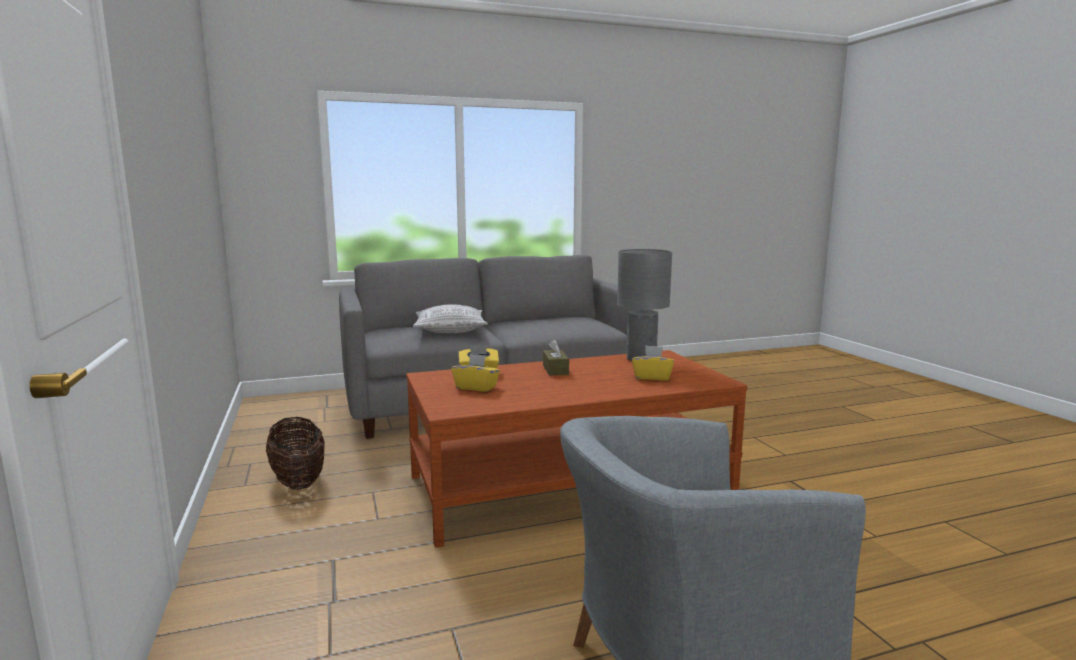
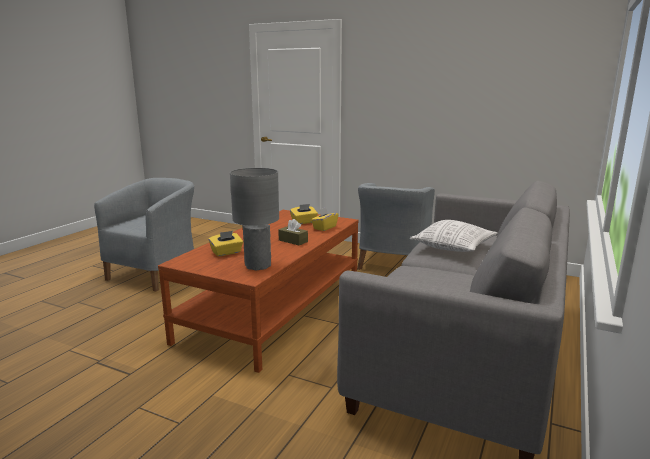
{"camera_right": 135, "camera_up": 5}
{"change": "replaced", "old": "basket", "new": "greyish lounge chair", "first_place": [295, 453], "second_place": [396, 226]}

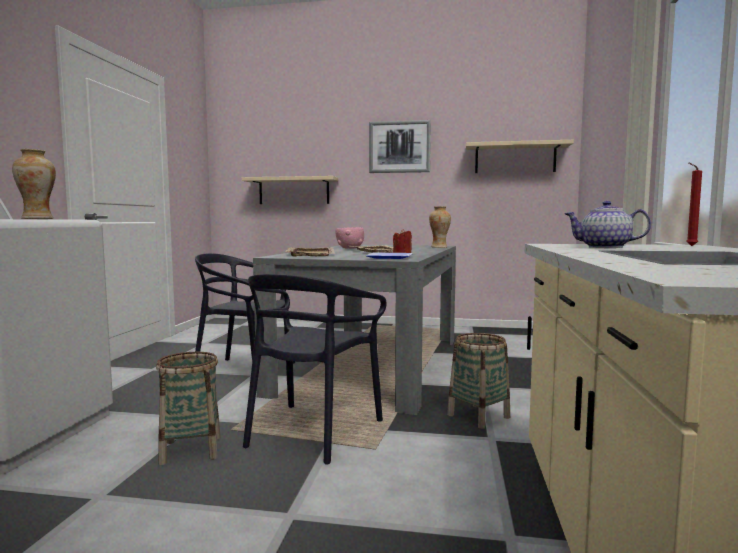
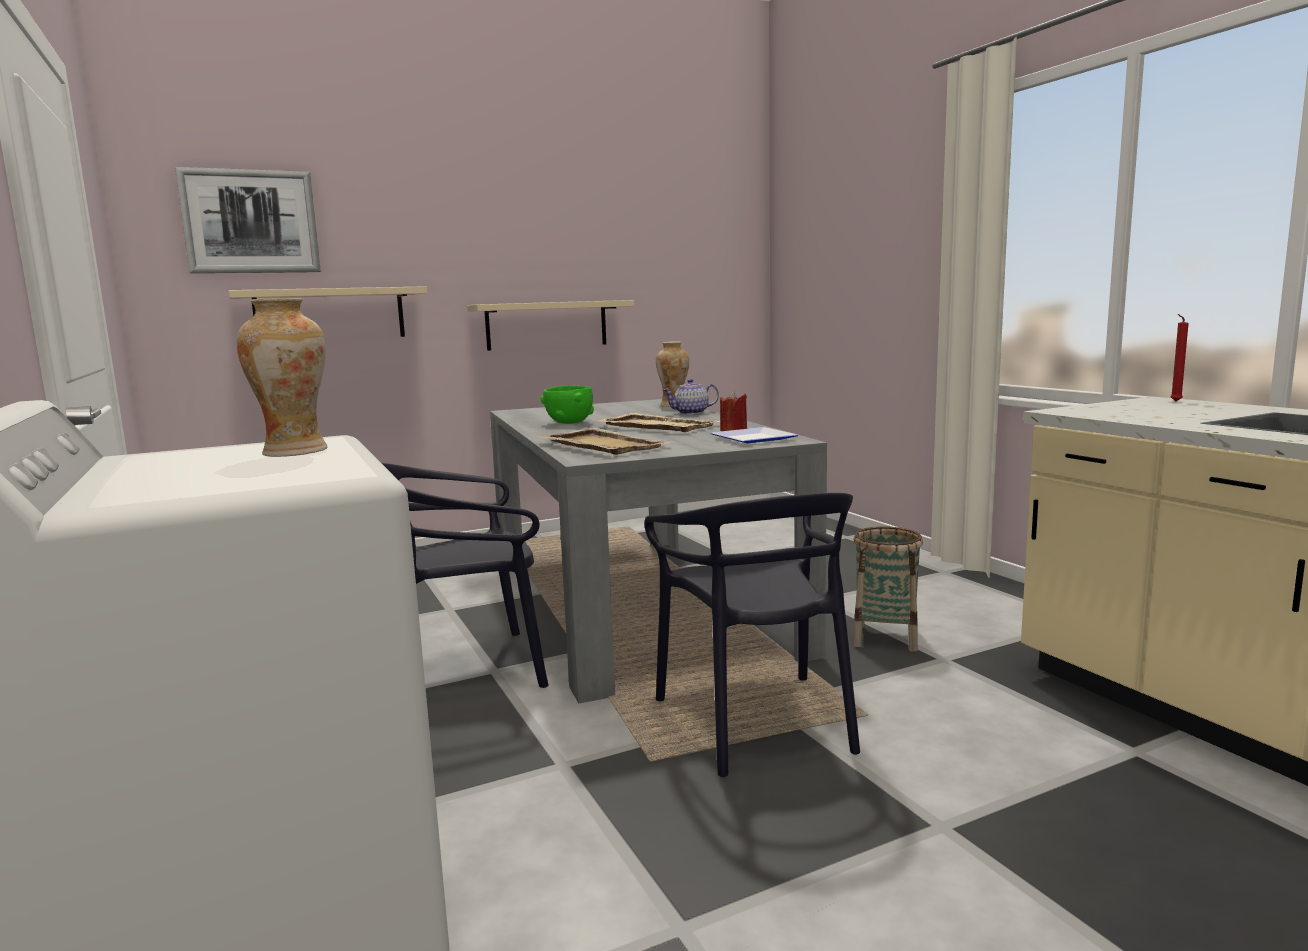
{"camera_right": -35, "camera_up": 5}
{"change": "removed", "old": "basket", "first_place": [188, 408]}
{"change": "moved", "old": "wall picture", "first_place": [400, 146], "second_place": [248, 220]}
{"change": "moved", "old": "beige-coloured shelf", "first_place": [519, 156], "second_place": [550, 325]}
{"change": "moved", "old": "pot for tea", "first_place": [608, 224], "second_place": [691, 396]}
{"change": "recoloured", "old": "pinkish serving bowl", "new": "greenish serving bowl", "first_place": [349, 238], "second_place": [567, 404]}

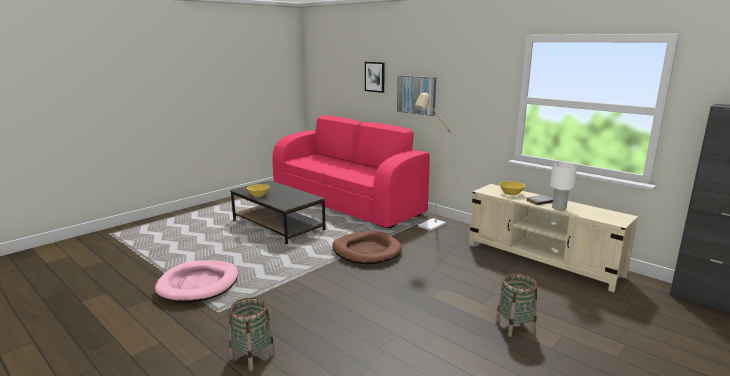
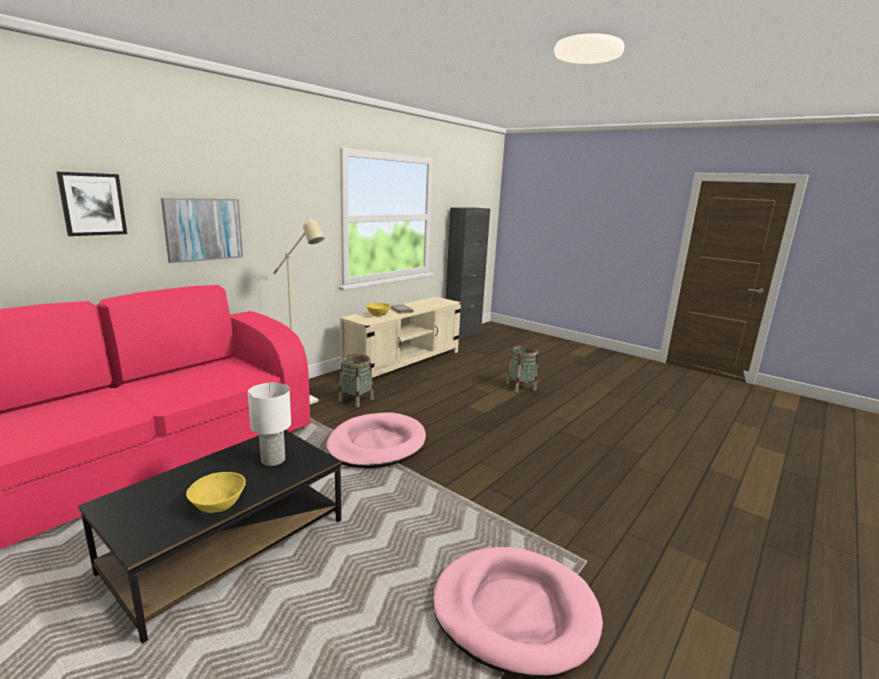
{"camera_right": -95, "camera_up": 0}
{"change": "moved", "old": "basket", "first_place": [252, 334], "second_place": [356, 381]}
{"change": "moved", "old": "whitish tabletop lamp", "first_place": [563, 187], "second_place": [269, 424]}
{"change": "recoloured", "old": "brown dog cushion", "new": "pinkish dog cushion", "first_place": [367, 247], "second_place": [376, 440]}

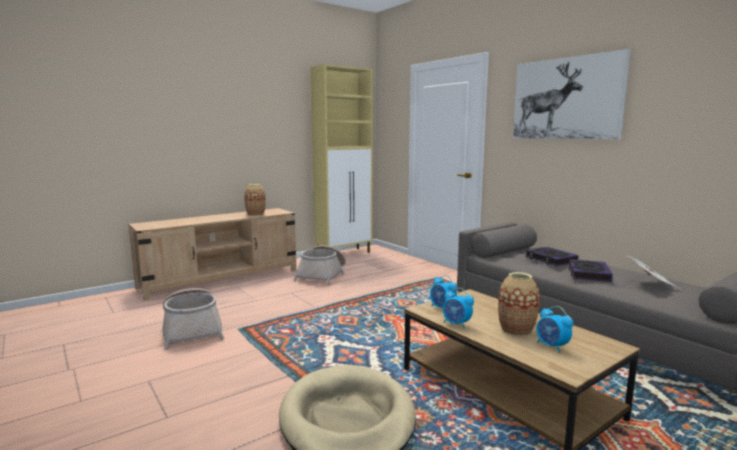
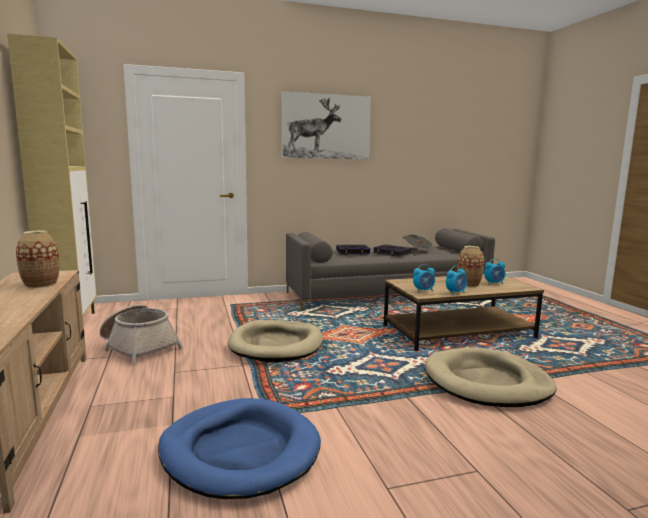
{"camera_right": -70, "camera_up": 0}
{"change": "added", "new": "beige-coloured dog cushion", "second_place": [275, 341]}
{"change": "replaced", "old": "basket", "new": "bluish dog cushion", "first_place": [193, 319], "second_place": [239, 448]}

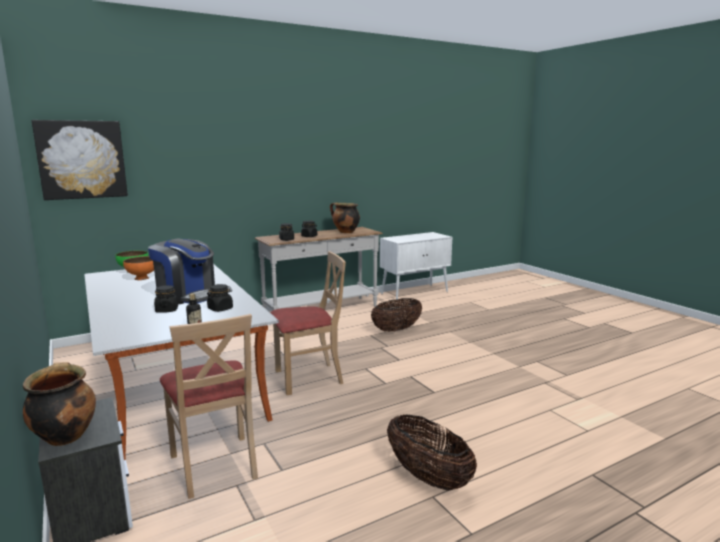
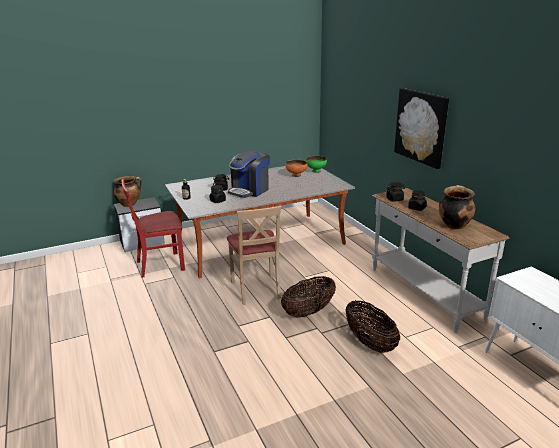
{"camera_right": 95, "camera_up": 10}
{"change": "moved", "old": "wall picture", "first_place": [80, 160], "second_place": [421, 128]}
{"change": "moved", "old": "basket", "first_place": [432, 453], "second_place": [308, 297]}
{"change": "recoloured", "old": "beige-coloured plain chair", "new": "red plain chair", "first_place": [209, 406], "second_place": [153, 228]}

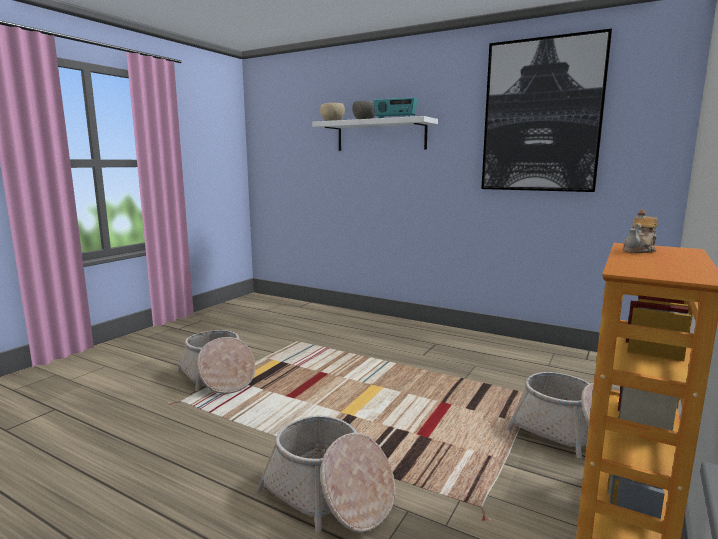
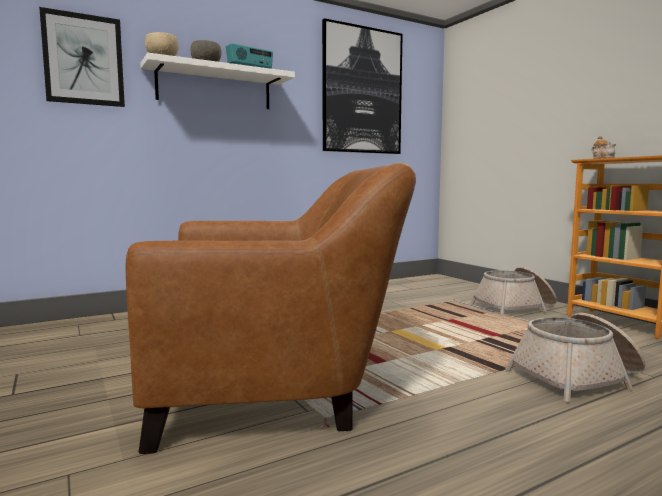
{"camera_right": -60, "camera_up": -5}
{"change": "added", "new": "wall picture", "second_place": [82, 57]}
{"change": "replaced", "old": "basket", "new": "brown lounge chair", "first_place": [216, 362], "second_place": [271, 308]}

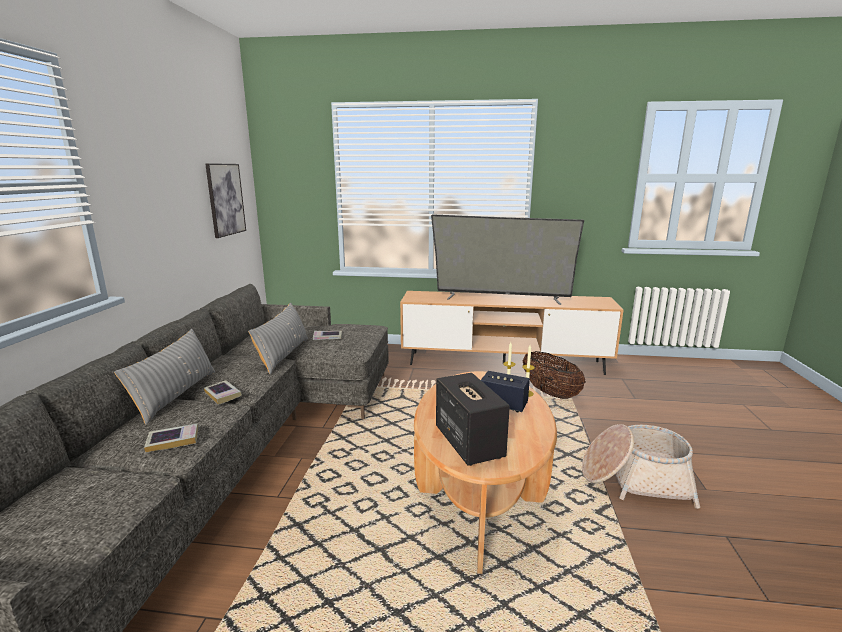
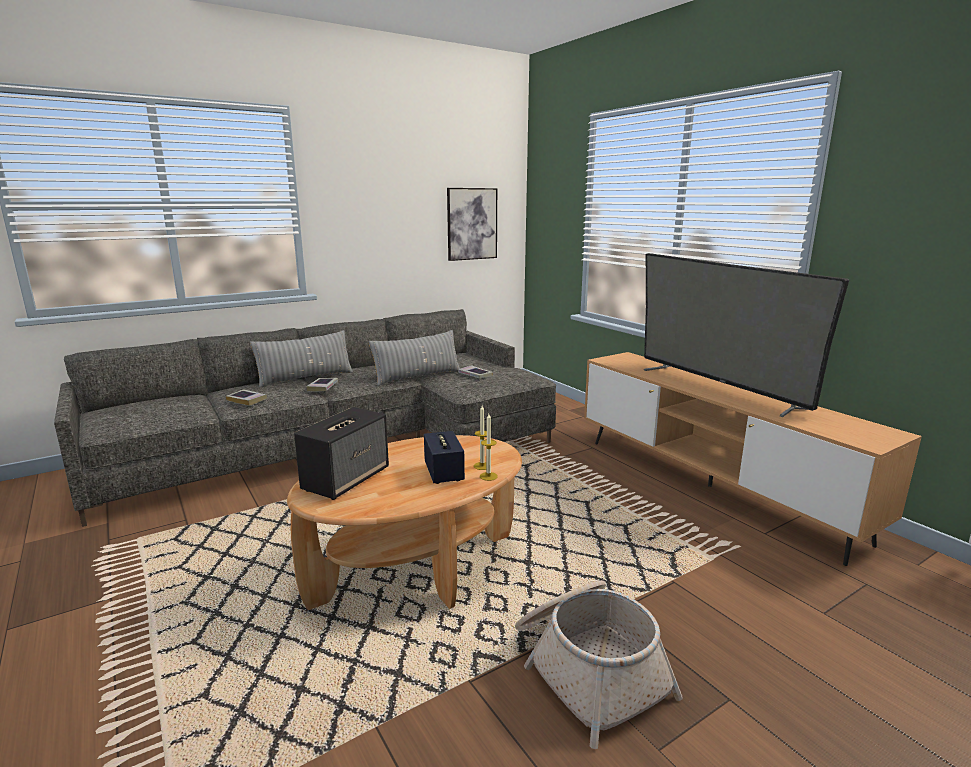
{"camera_right": 50, "camera_up": 0}
{"change": "removed", "old": "basket", "first_place": [554, 375]}

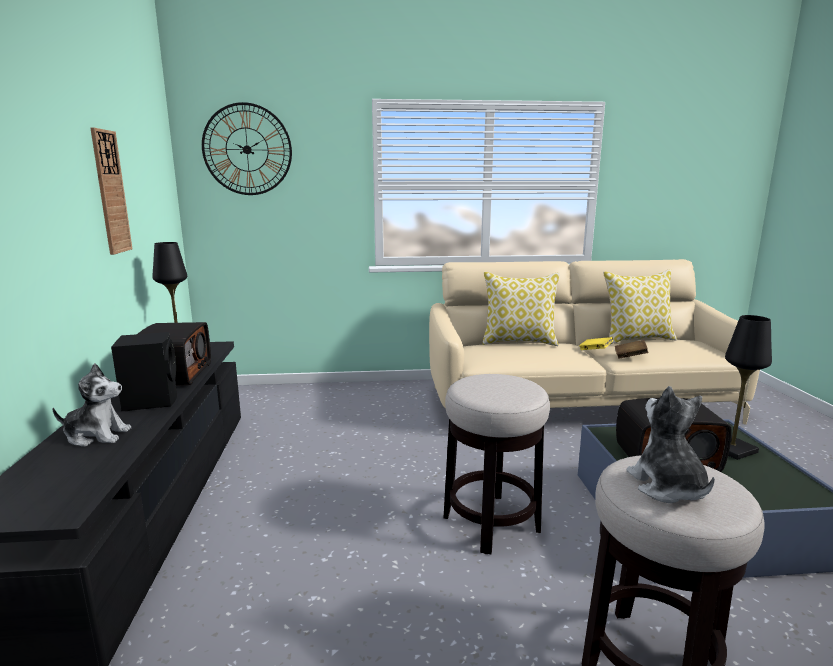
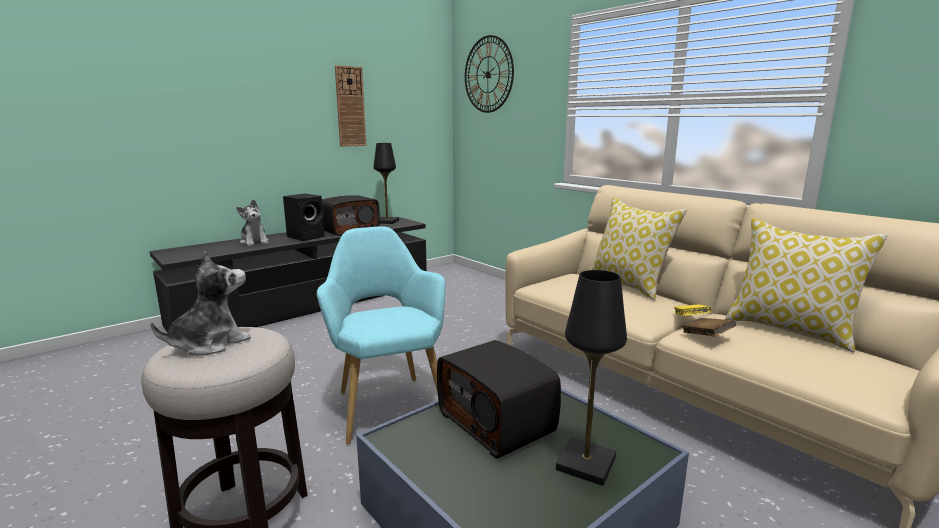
{"camera_right": 55, "camera_up": 0}
{"change": "replaced", "old": "stool seat", "new": "turquoise-coloured lounge chair", "first_place": [497, 464], "second_place": [381, 335]}

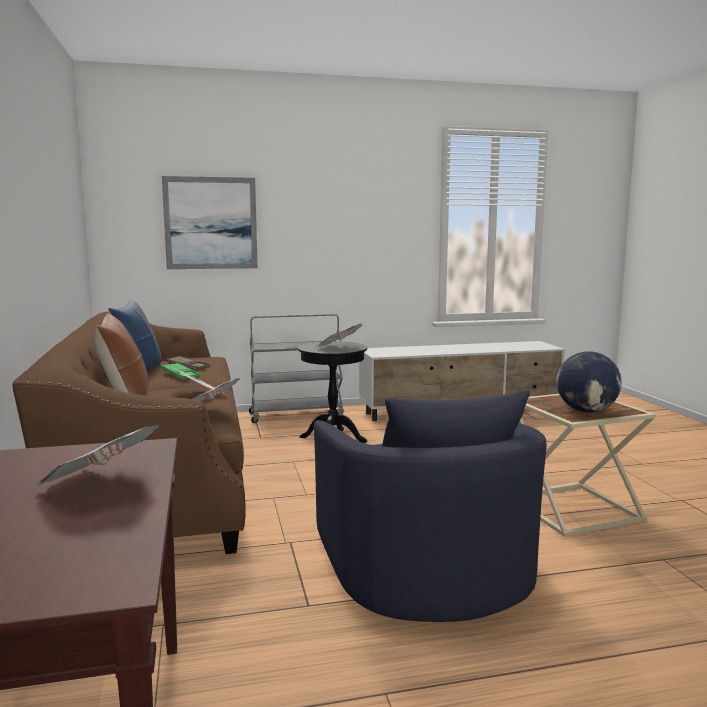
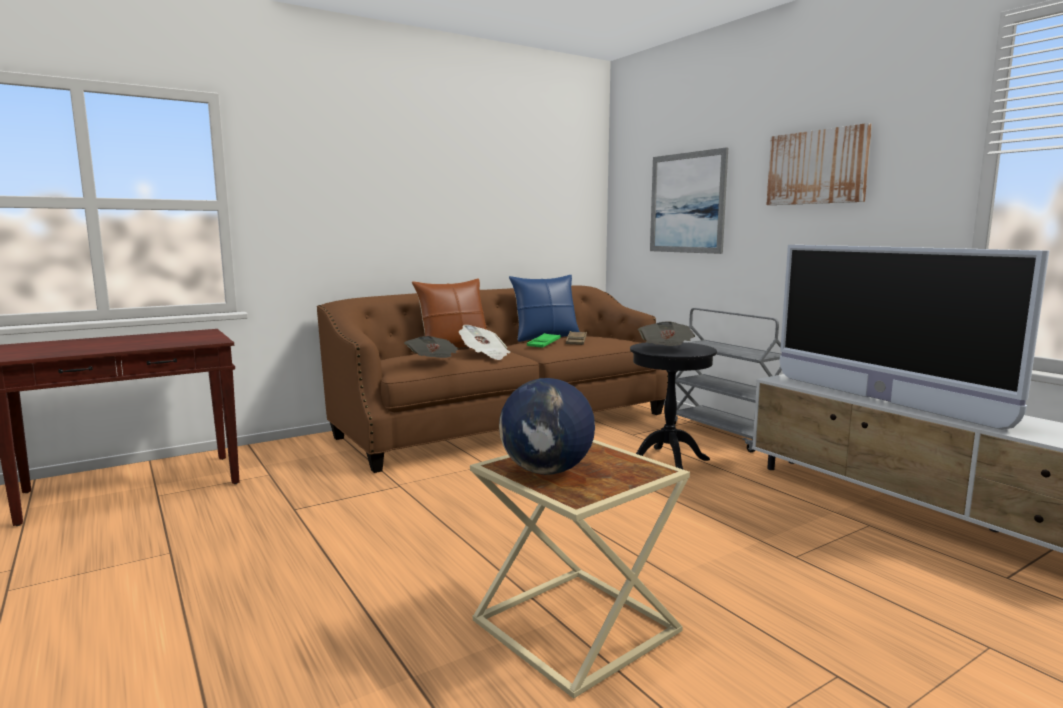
{"camera_right": 70, "camera_up": 0}
{"change": "removed", "old": "newspaper", "first_place": [97, 455]}
{"change": "removed", "old": "bluish lounge chair", "first_place": [430, 506]}
{"change": "added", "new": "wall picture", "second_place": [819, 164]}
{"change": "added", "new": "TV set", "second_place": [914, 337]}

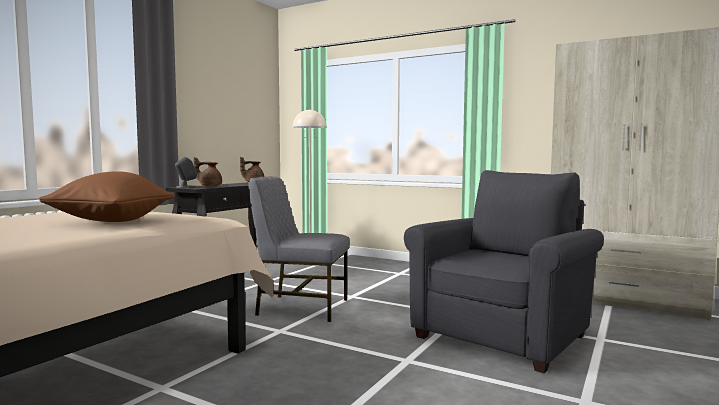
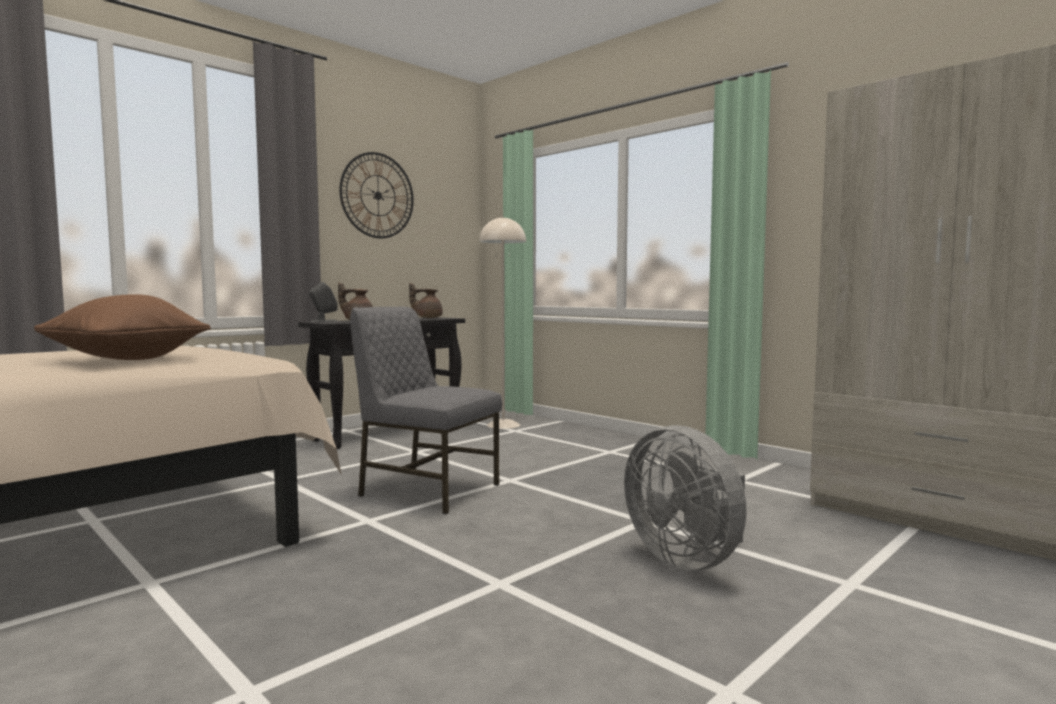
{"camera_right": 15, "camera_up": 0}
{"change": "added", "new": "clock on the wall", "second_place": [376, 195]}
{"change": "replaced", "old": "greyish lounge chair", "new": "greyish cooling fan", "first_place": [504, 271], "second_place": [685, 498]}

